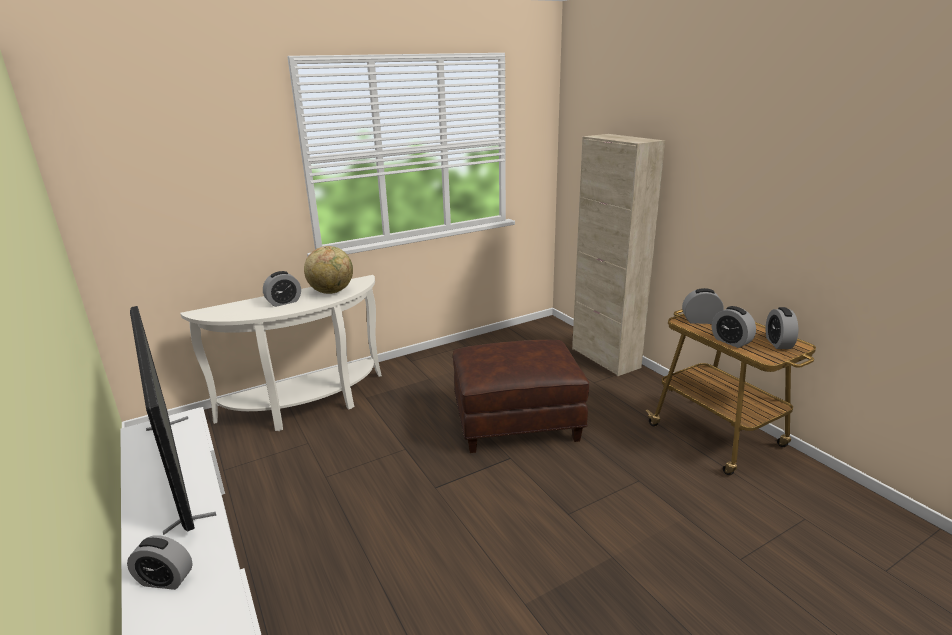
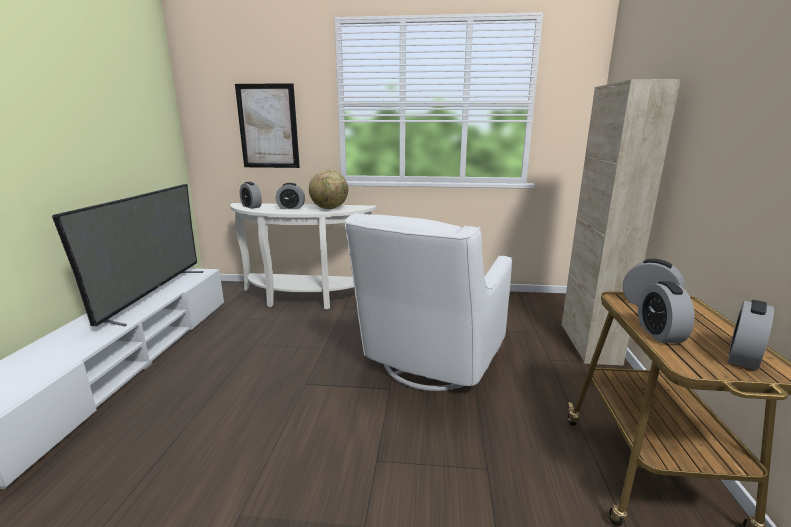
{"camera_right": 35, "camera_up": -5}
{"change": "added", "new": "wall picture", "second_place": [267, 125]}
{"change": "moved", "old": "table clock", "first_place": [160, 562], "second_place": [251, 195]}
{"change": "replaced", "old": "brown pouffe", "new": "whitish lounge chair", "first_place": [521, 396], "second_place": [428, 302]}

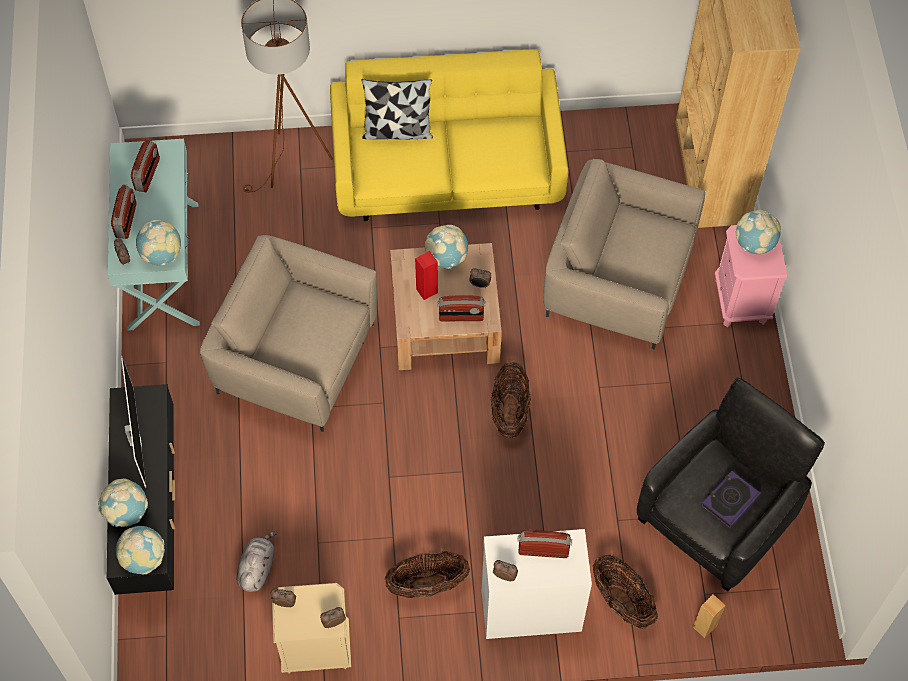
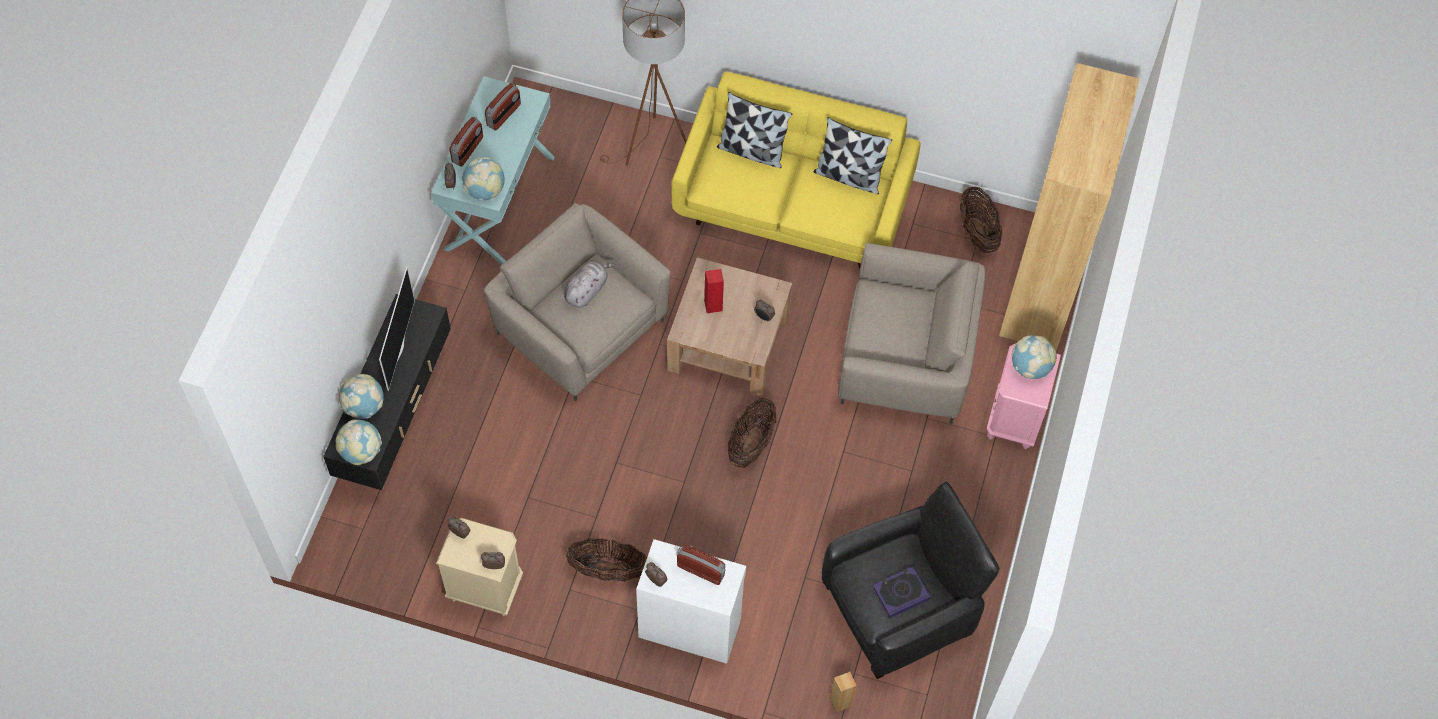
{"camera_right": 20, "camera_up": 0}
{"change": "removed", "old": "desk globe", "first_place": [446, 247]}
{"change": "removed", "old": "radio", "first_place": [461, 308]}
{"change": "added", "new": "throw pillow", "second_place": [852, 155]}
{"change": "moved", "old": "greyish soft toy", "first_place": [257, 561], "second_place": [589, 284]}
{"change": "moved", "old": "basket", "first_place": [625, 591], "second_place": [981, 220]}
{"change": "turned", "old": "beige-coloured lounge chair", "first_place": [624, 254], "second_place": [911, 333], "degrees": 150}

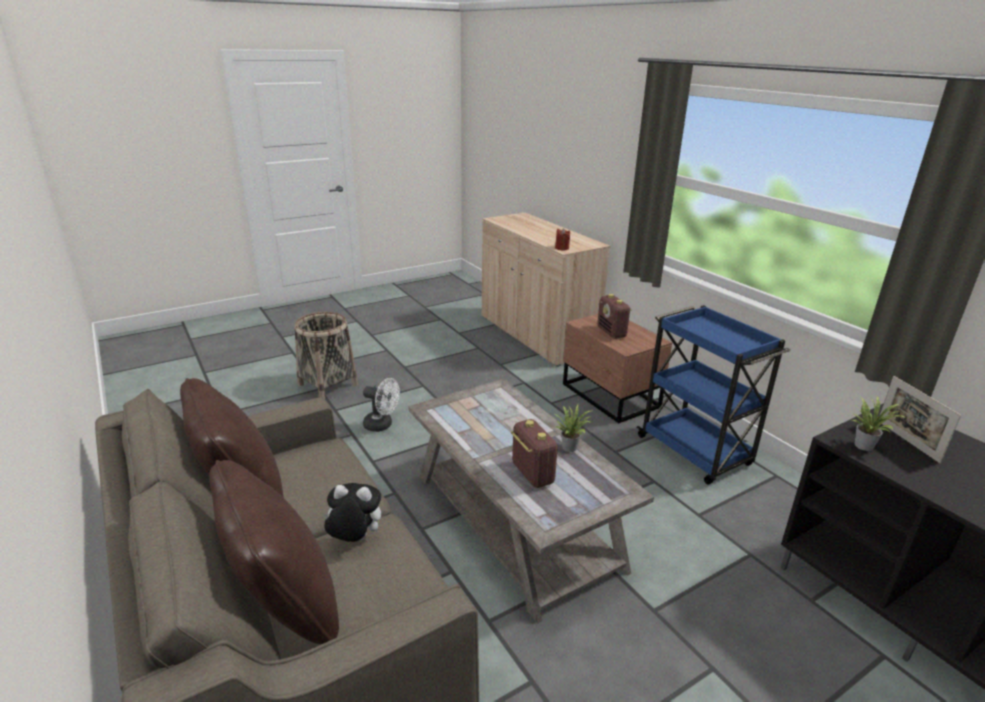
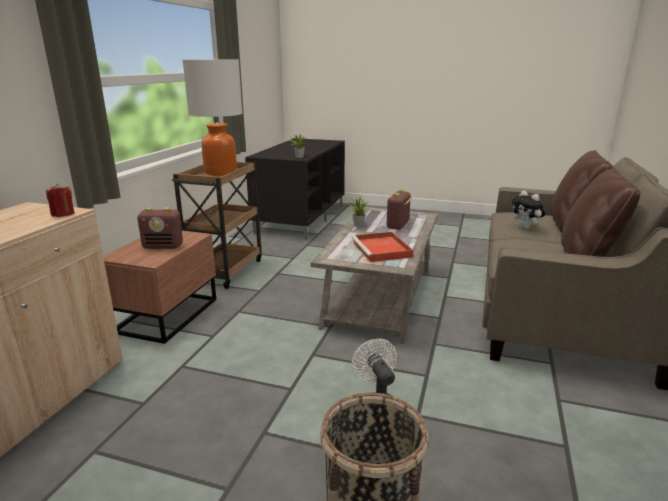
{"camera_right": -130, "camera_up": -5}
{"change": "removed", "old": "standing frame", "first_place": [920, 419]}
{"change": "added", "new": "tabletop lamp", "second_place": [212, 118]}
{"change": "added", "new": "red carrying tray", "second_place": [383, 247]}
{"change": "recoloured", "old": "bluish wheeled cart", "new": "brown wheeled cart", "first_place": [714, 395], "second_place": [217, 225]}
{"change": "turned", "old": "radio", "first_place": [614, 316], "second_place": [160, 228], "degrees": 60}

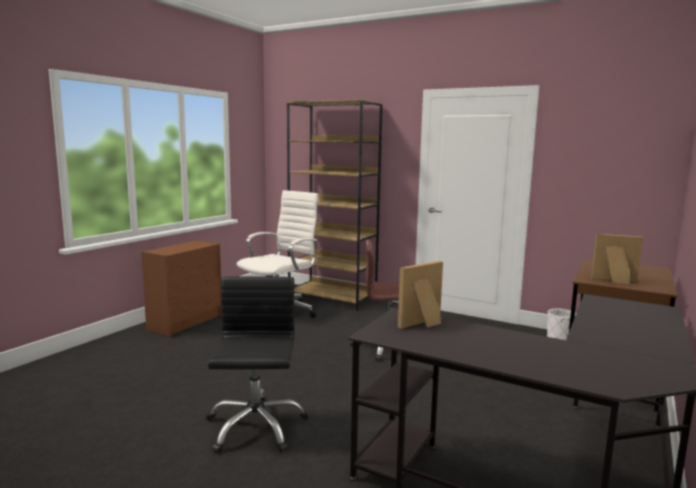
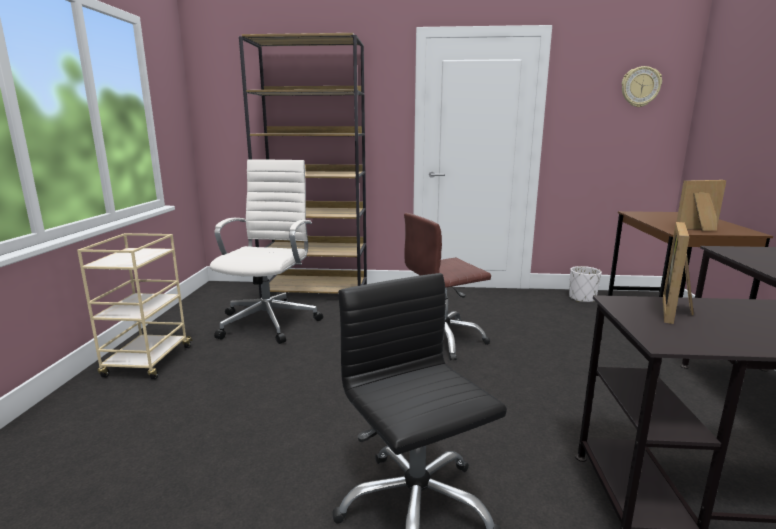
{"camera_right": -25, "camera_up": 5}
{"change": "added", "new": "clock on the wall", "second_place": [642, 86]}
{"change": "replaced", "old": "brown drawer chest", "new": "beige-coloured wheeled cart", "first_place": [181, 288], "second_place": [135, 306]}

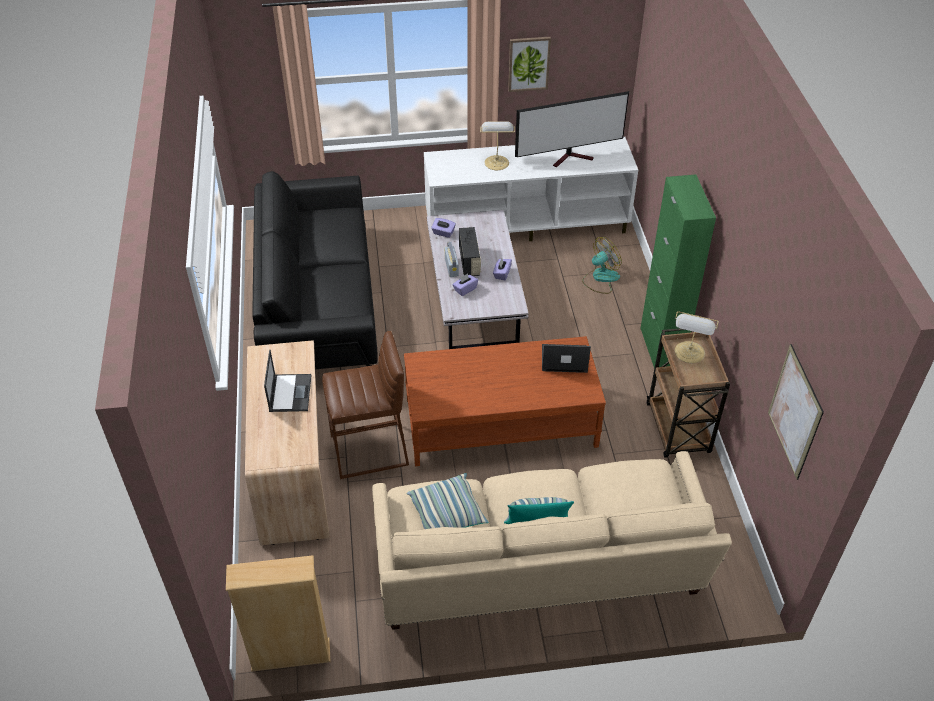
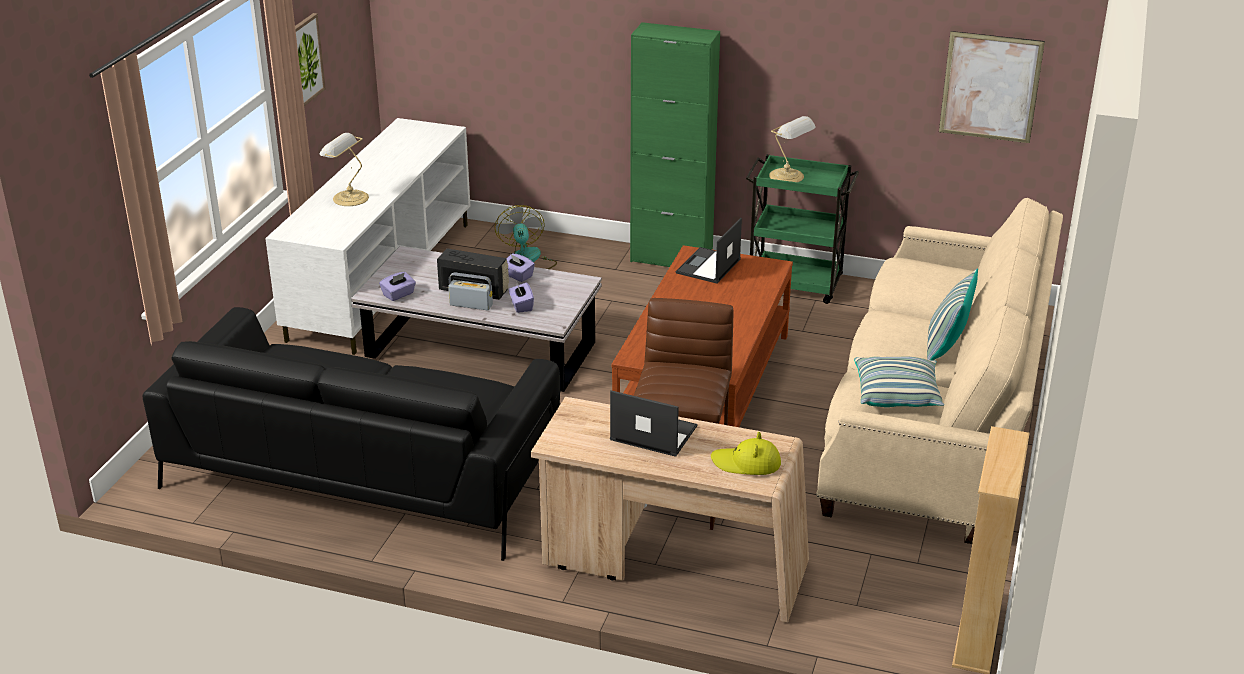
{"camera_right": -65, "camera_up": -15}
{"change": "removed", "old": "TV set", "first_place": [572, 129]}
{"change": "added", "new": "yellow-coloured clothing hat", "second_place": [746, 453]}
{"change": "recoloured", "old": "brown wheeled cart", "new": "greenish wheeled cart", "first_place": [688, 393], "second_place": [802, 229]}

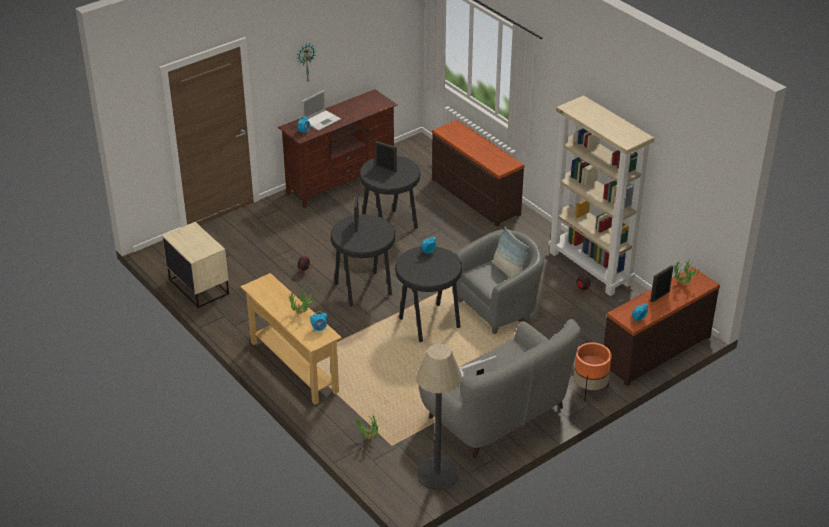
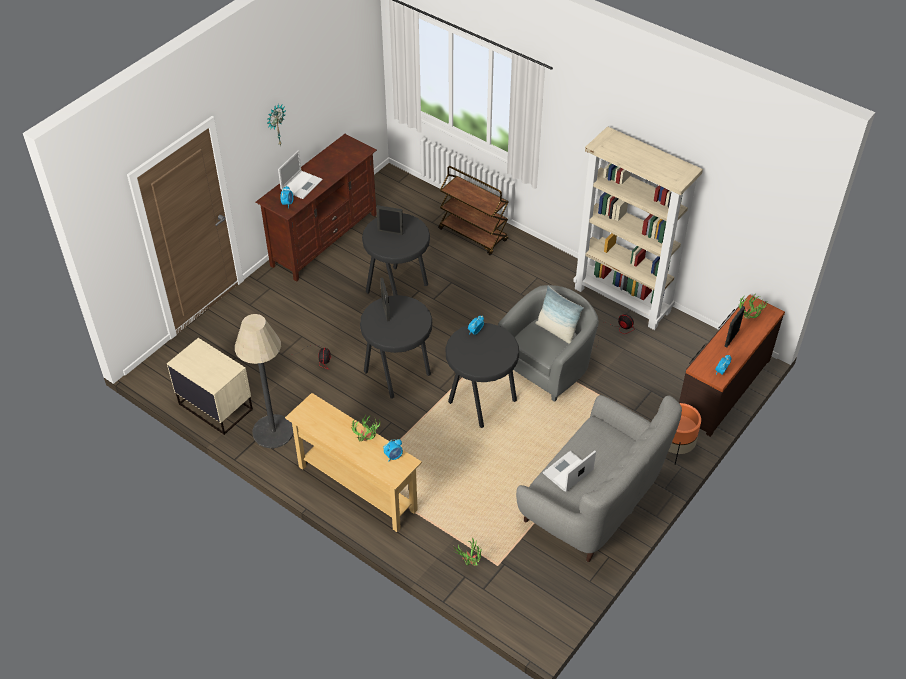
{"camera_right": -15, "camera_up": 10}
{"change": "moved", "old": "floor lamp", "first_place": [439, 417], "second_place": [264, 381]}
{"change": "replaced", "old": "brown drawer chest", "new": "brown wheeled cart", "first_place": [478, 173], "second_place": [473, 210]}

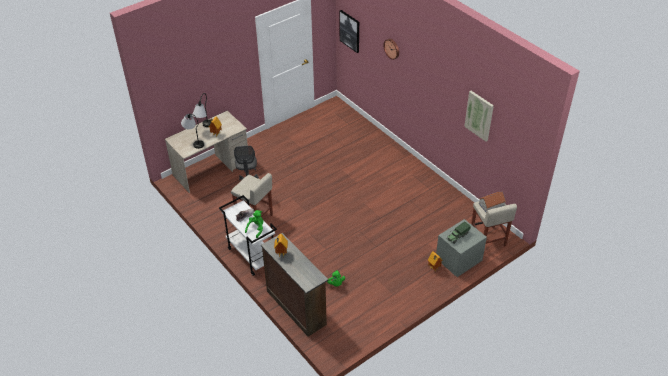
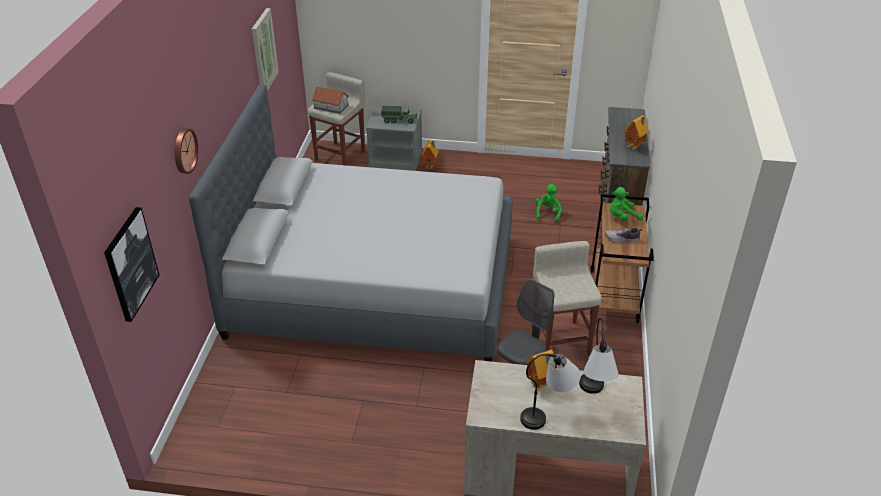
{"camera_right": -135, "camera_up": -5}
{"change": "added", "new": "greyish bedroom bed", "second_place": [351, 222]}
{"change": "recoloured", "old": "whitish wheeled cart", "new": "brown wheeled cart", "first_place": [248, 235], "second_place": [622, 258]}

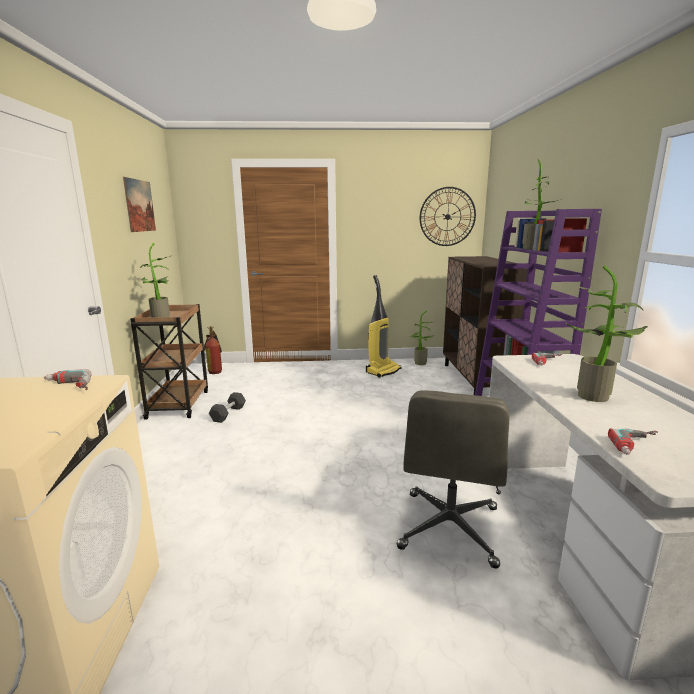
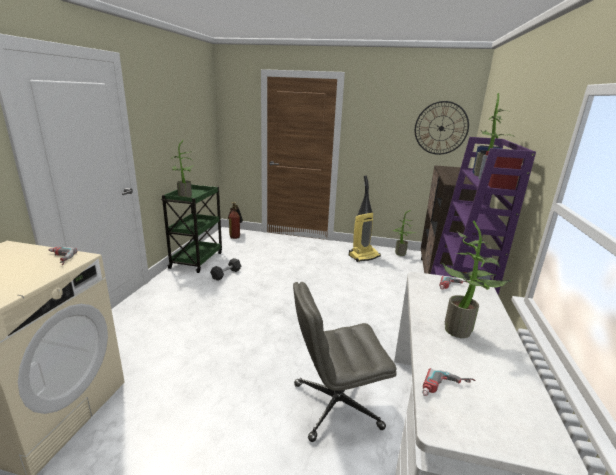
{"camera_right": 15, "camera_up": 5}
{"change": "removed", "old": "wall picture", "first_place": [139, 204]}
{"change": "recoloured", "old": "brown wheeled cart", "new": "greenish wheeled cart", "first_place": [169, 362], "second_place": [191, 228]}
{"change": "turned", "old": "greyish computer chair", "first_place": [453, 479], "second_place": [344, 362], "degrees": 45}

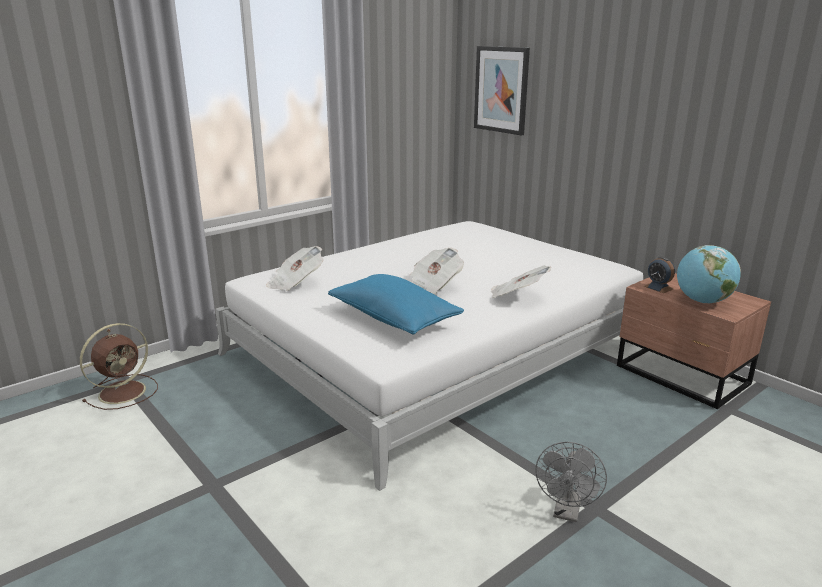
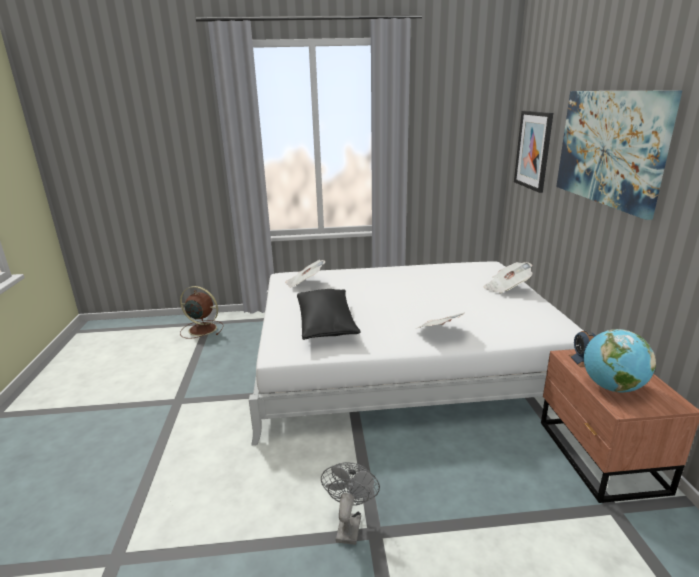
{"camera_right": 35, "camera_up": 0}
{"change": "added", "new": "wall picture", "second_place": [619, 155]}
{"change": "moved", "old": "newspaper", "first_place": [437, 271], "second_place": [508, 277]}
{"change": "recoloured", "old": "bluish throw pillow", "new": "black throw pillow", "first_place": [396, 304], "second_place": [329, 314]}
{"change": "turned", "old": "brown cooling fan", "first_place": [119, 366], "second_place": [202, 312], "degrees": -150}
{"change": "turned", "old": "greyish cooling fan", "first_place": [571, 482], "second_place": [350, 503], "degrees": 135}

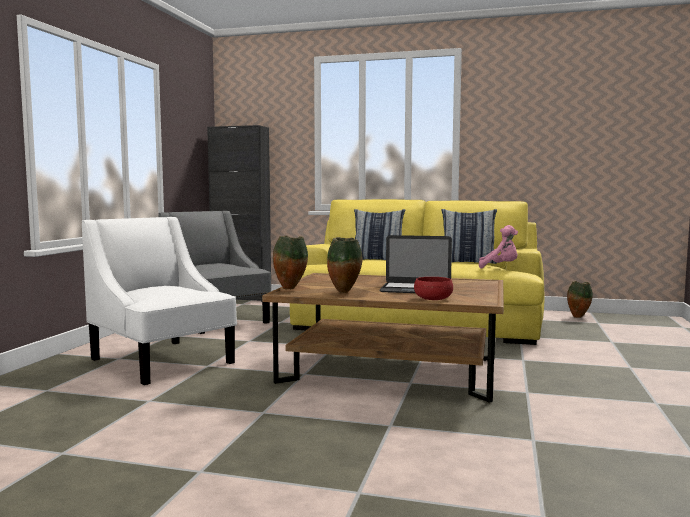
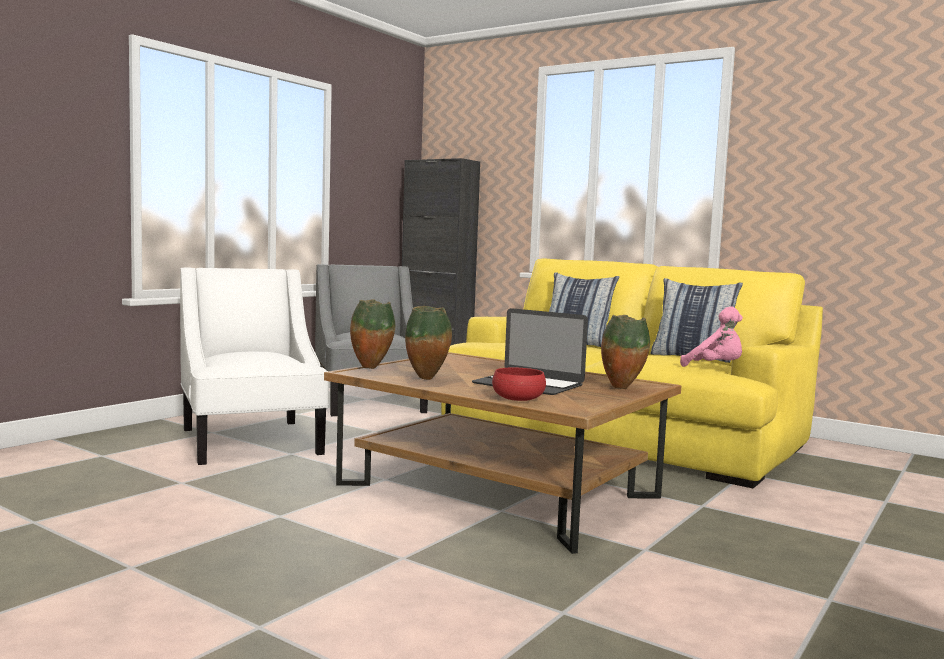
{"camera_right": 20, "camera_up": 0}
{"change": "moved", "old": "flower vase", "first_place": [580, 299], "second_place": [625, 352]}

